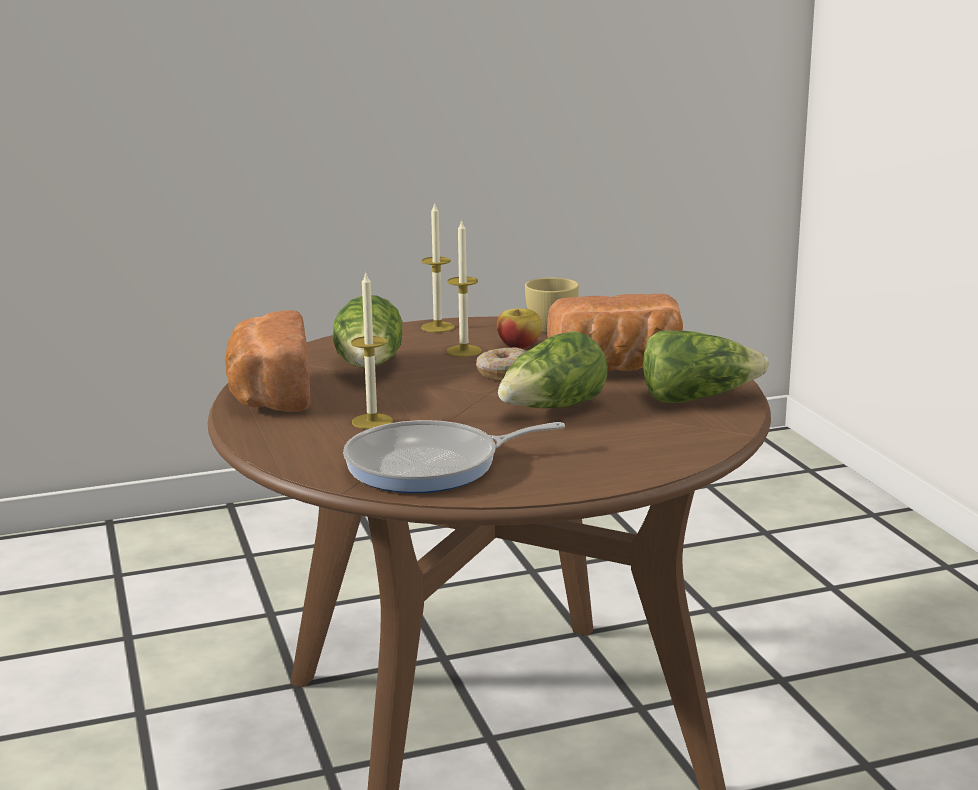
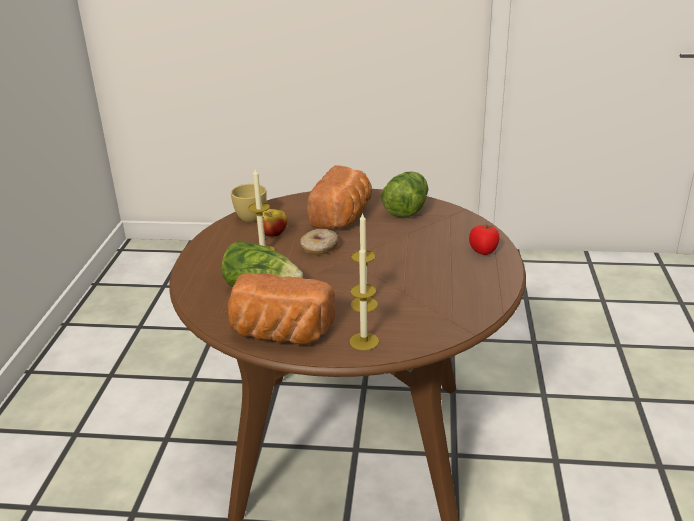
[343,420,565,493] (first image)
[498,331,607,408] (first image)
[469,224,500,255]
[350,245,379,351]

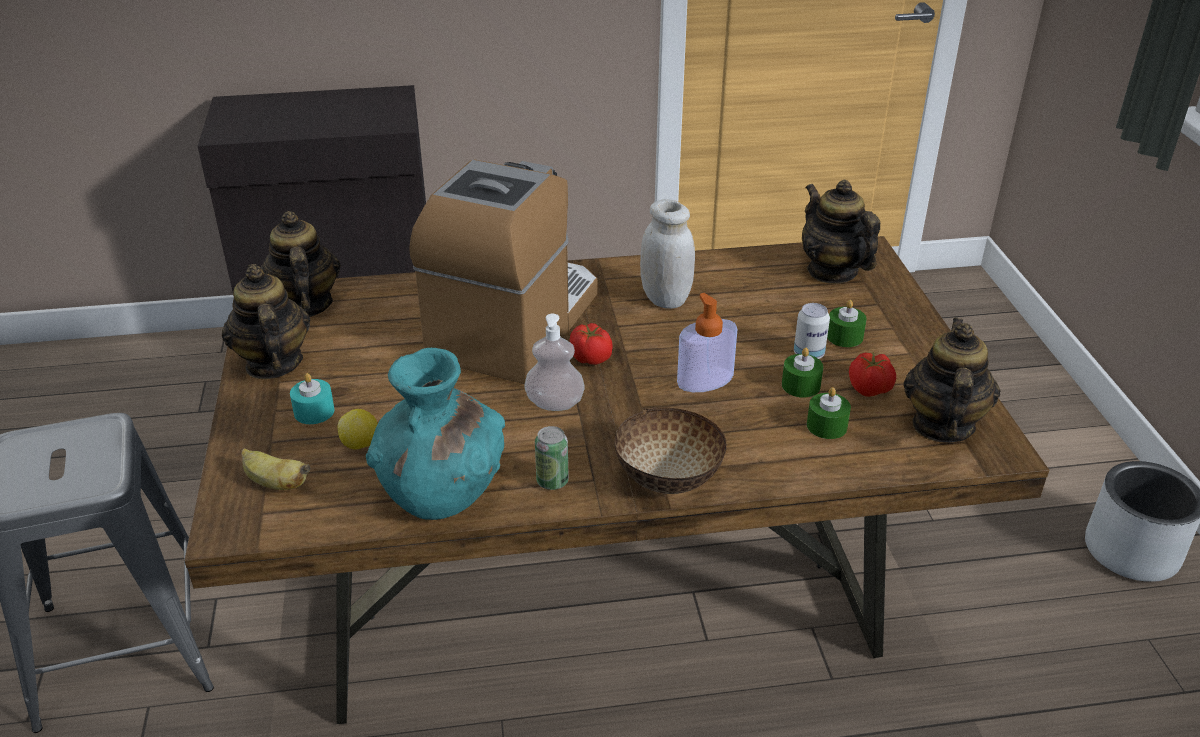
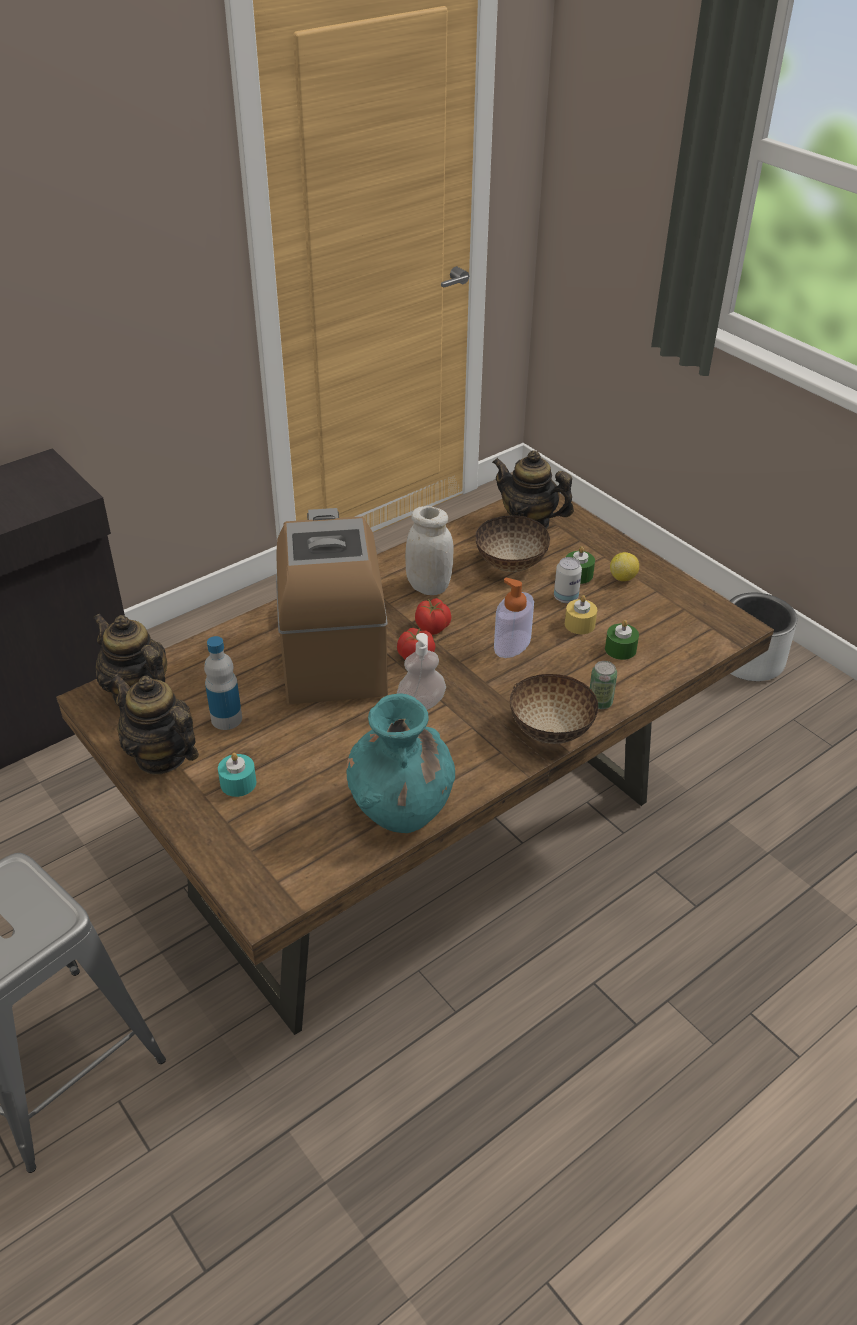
[241,448,311,490] (first image)
[904,318,1001,443] (first image)
[204,636,242,730]
[475,515,550,572]
[610,552,639,581]
[590,661,617,709]
[415,598,451,635]
[565,595,597,634]

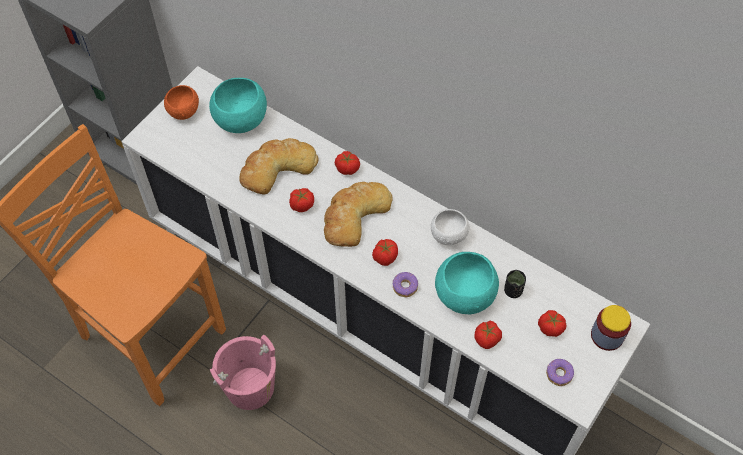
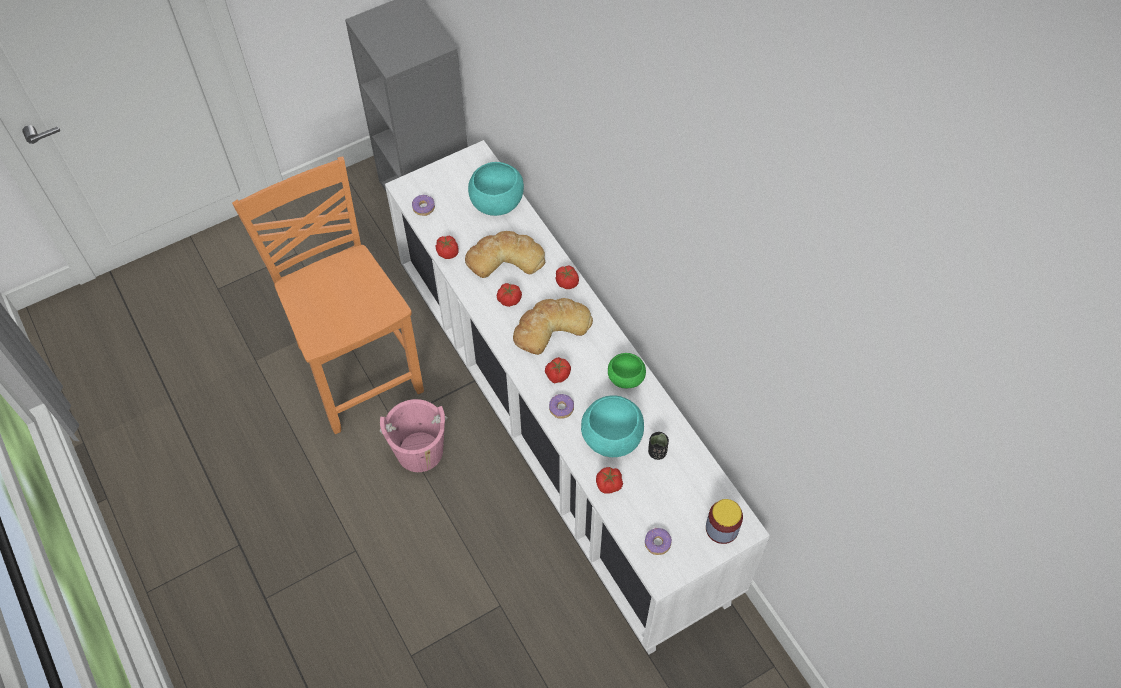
[164,85,199,120] (first image)
[412,195,435,216]
[436,236,459,259]
[608,353,646,388]

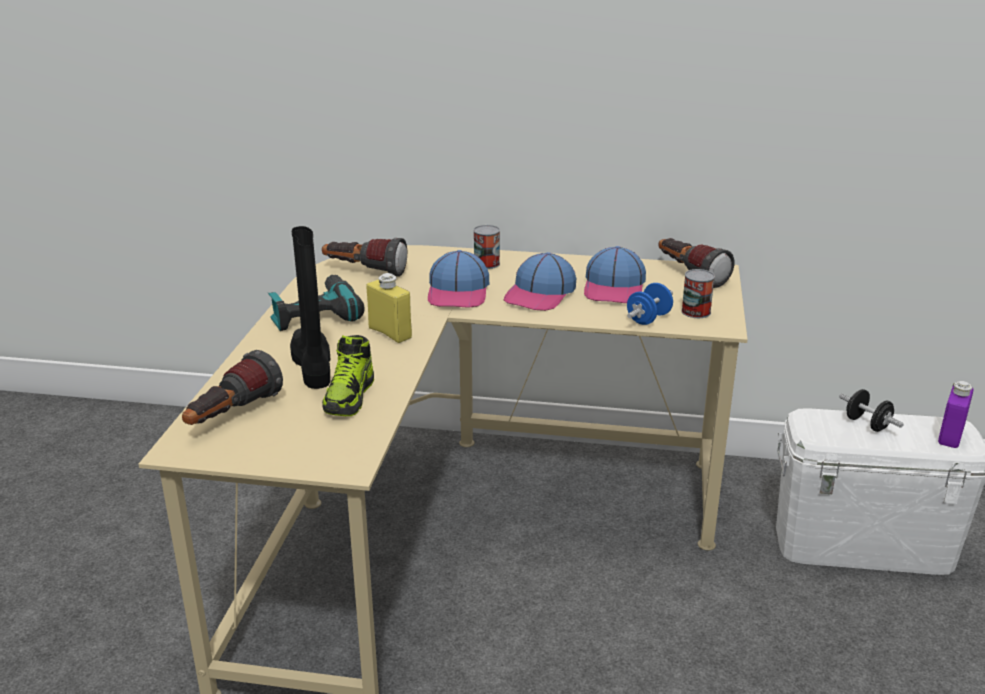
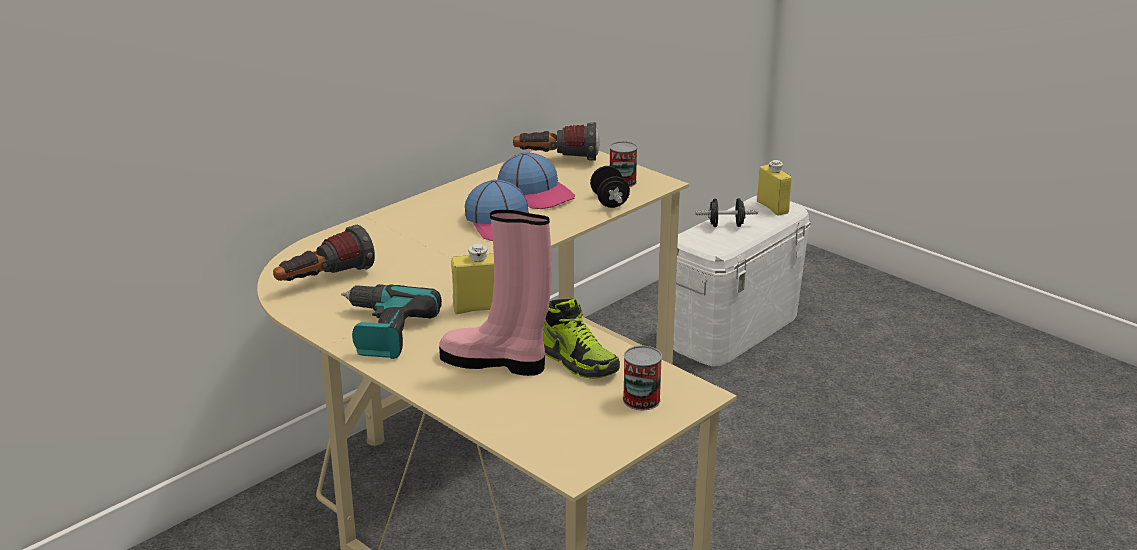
[182,350,283,425] (first image)
[428,250,489,308] (first image)
[623,346,662,410]
[439,210,552,376]
[590,166,630,208]
[757,160,792,216]

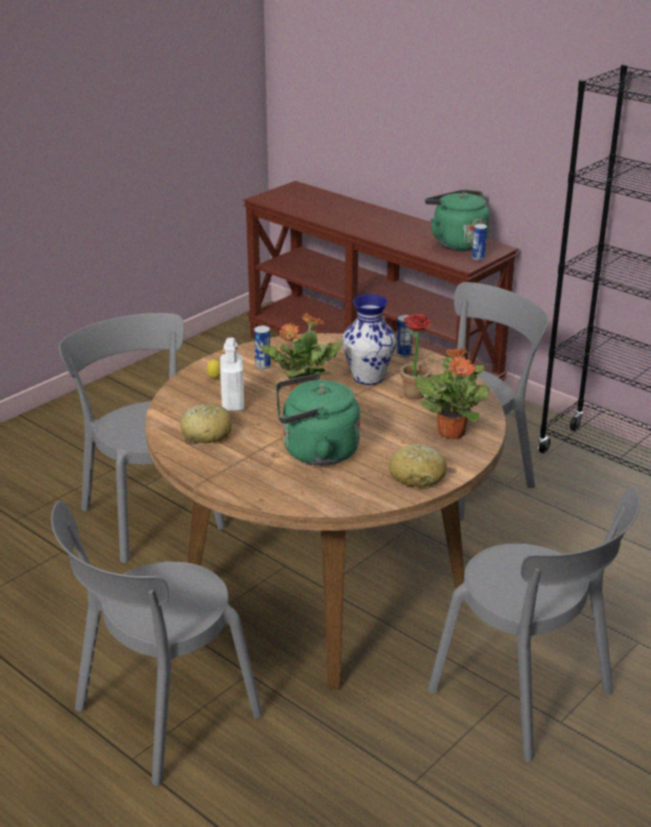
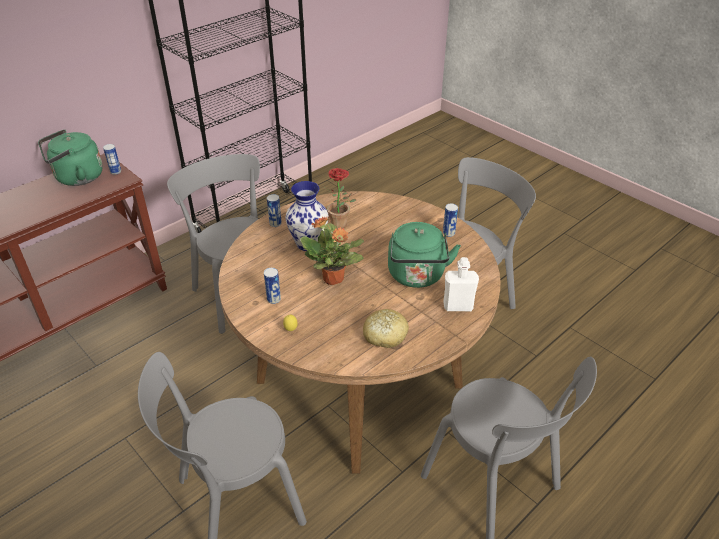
[415,348,489,439] (first image)
[443,257,479,311]
[443,203,458,237]

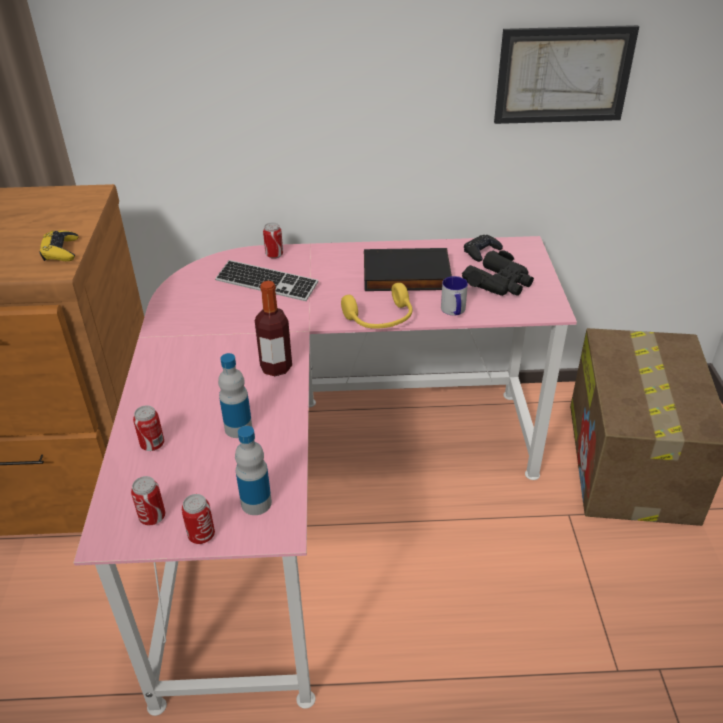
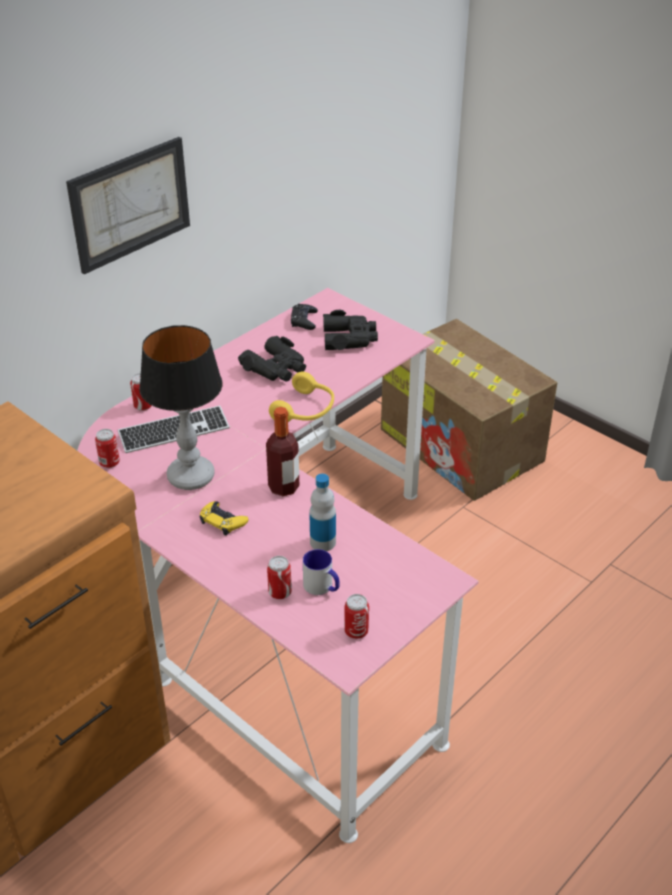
[235,426,272,515] (first image)
[139,325,223,490]
[199,501,248,536]
[95,429,120,468]
[303,549,340,595]
[66,137,190,274]
[238,336,306,382]

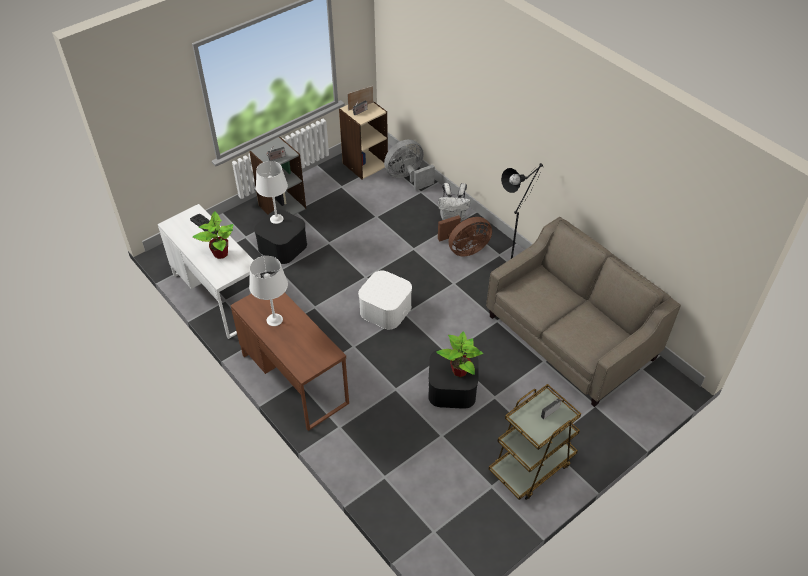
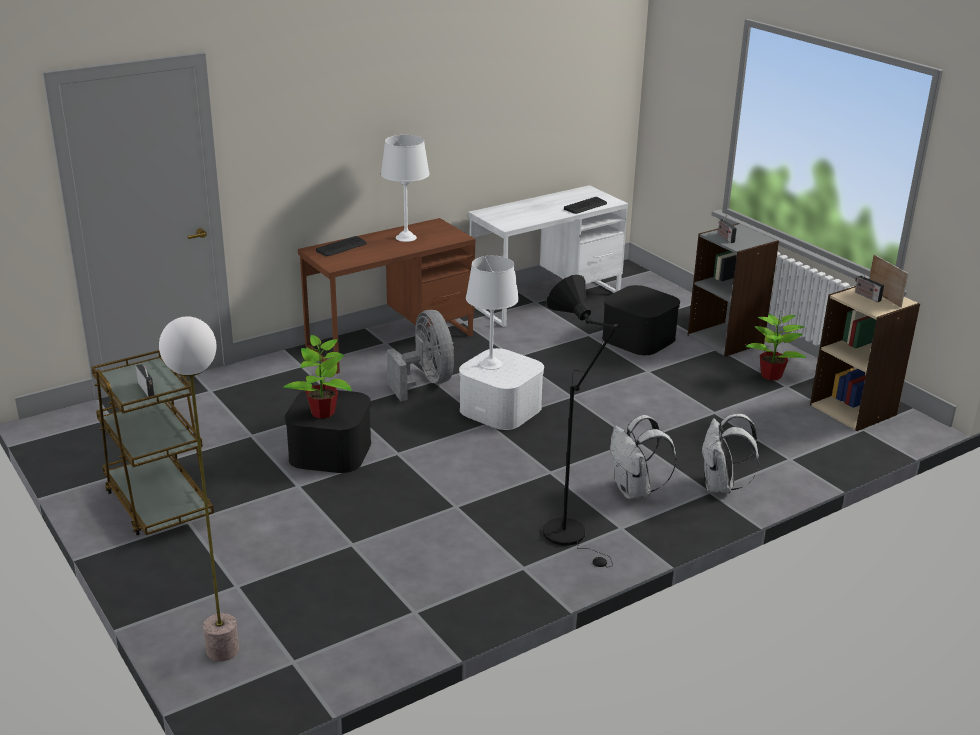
[486,217,681,407] (first image)
[159,316,239,662]
[316,236,367,256]
[746,314,806,380]
[466,256,519,370]
[387,310,454,401]
[610,415,677,499]

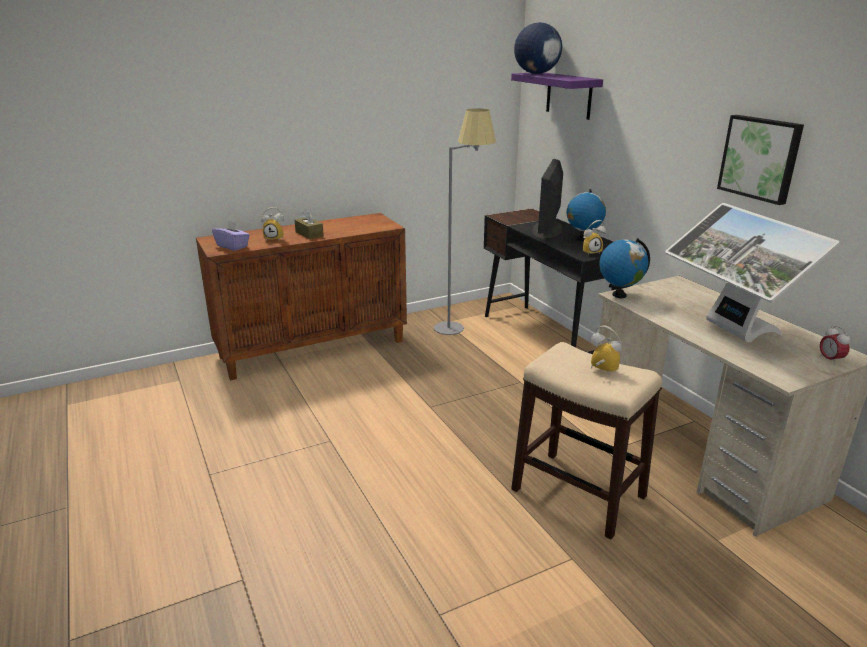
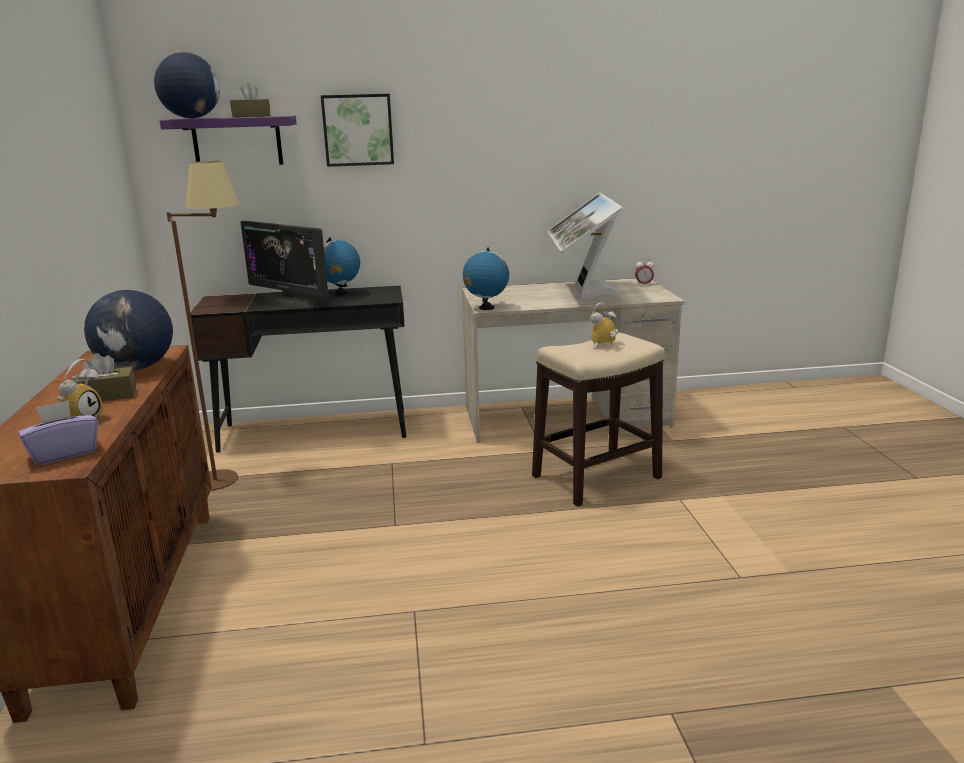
[583,220,606,256] (first image)
[84,290,173,370]
[230,83,271,117]
[321,94,394,167]
[167,161,240,490]
[547,193,623,301]

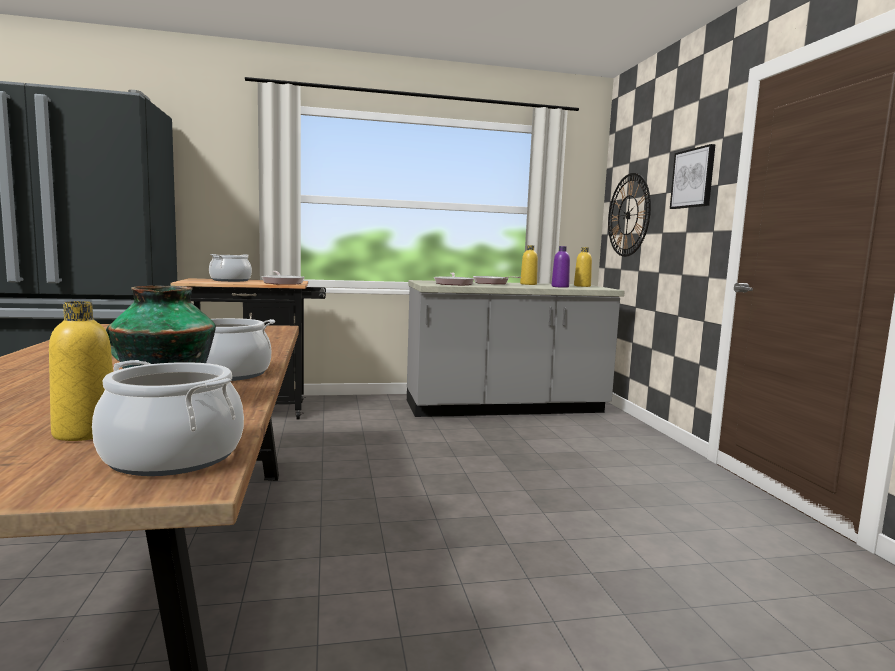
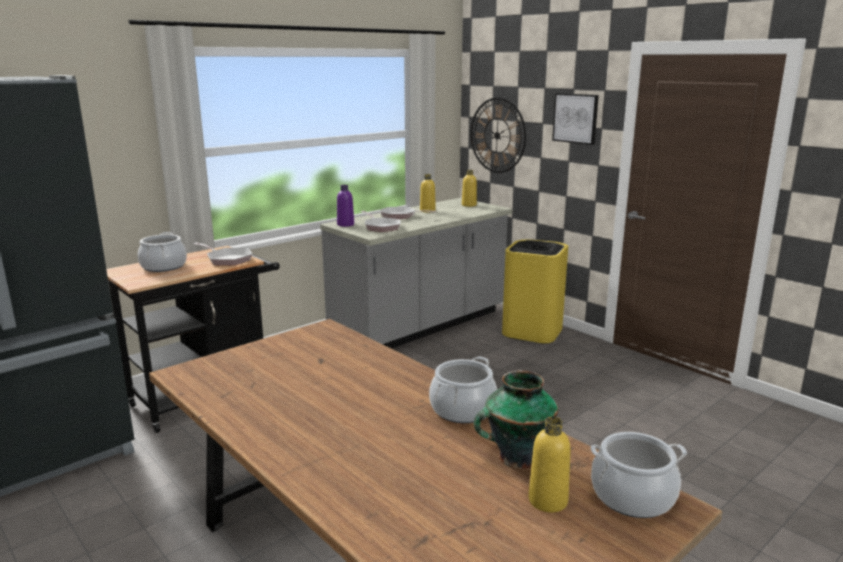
[502,239,568,344]
[337,185,354,227]

